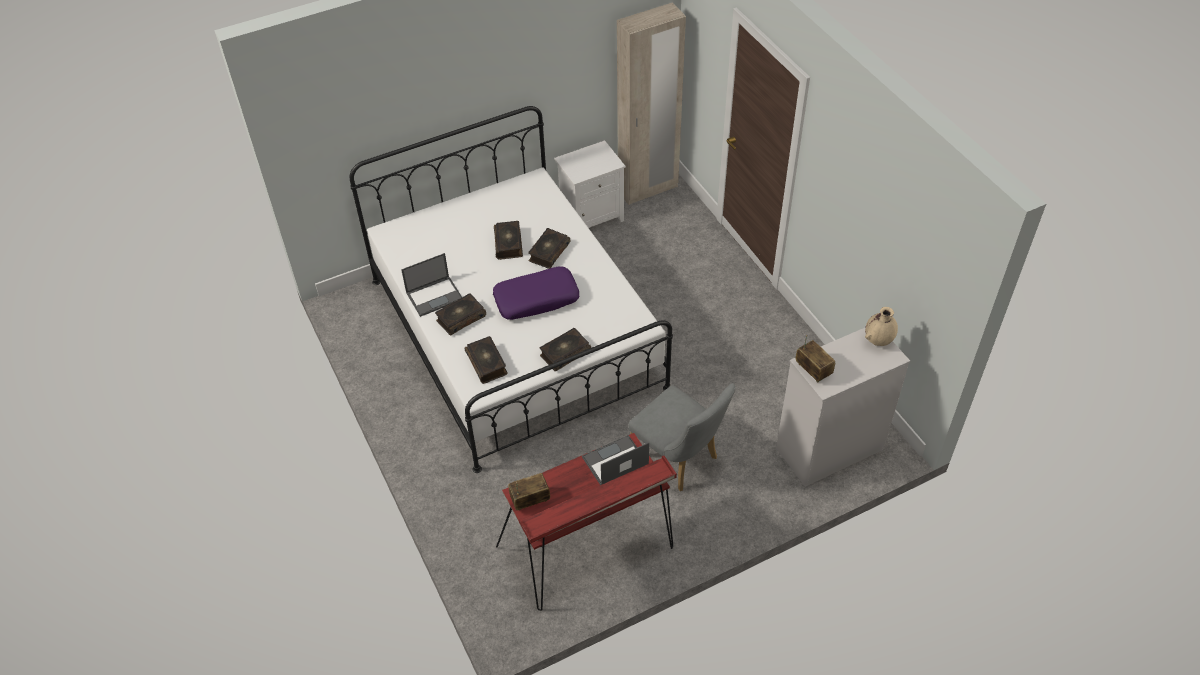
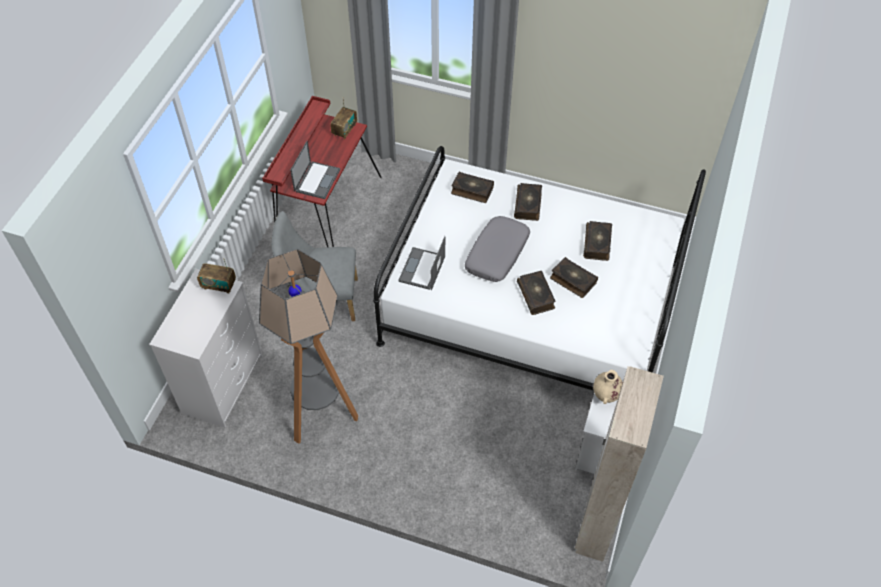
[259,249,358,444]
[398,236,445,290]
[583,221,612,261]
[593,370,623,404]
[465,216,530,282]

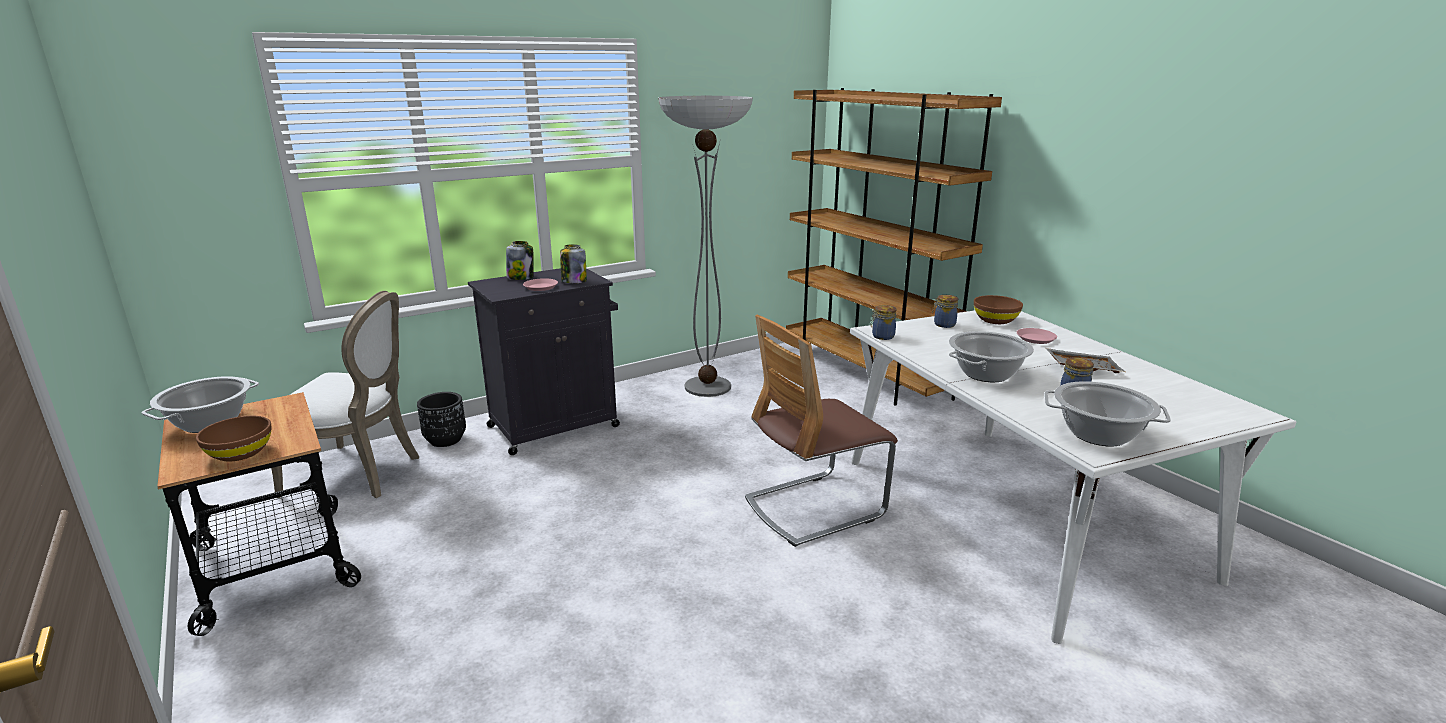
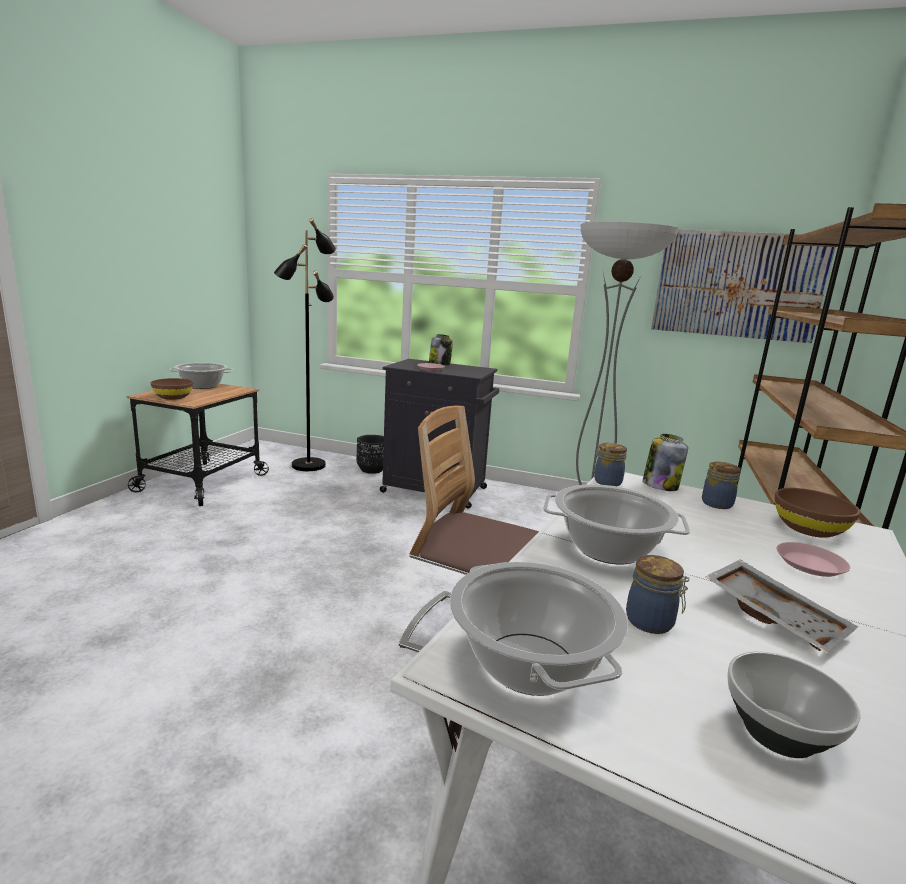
[651,229,835,343]
[727,651,861,758]
[643,434,688,491]
[274,218,336,471]

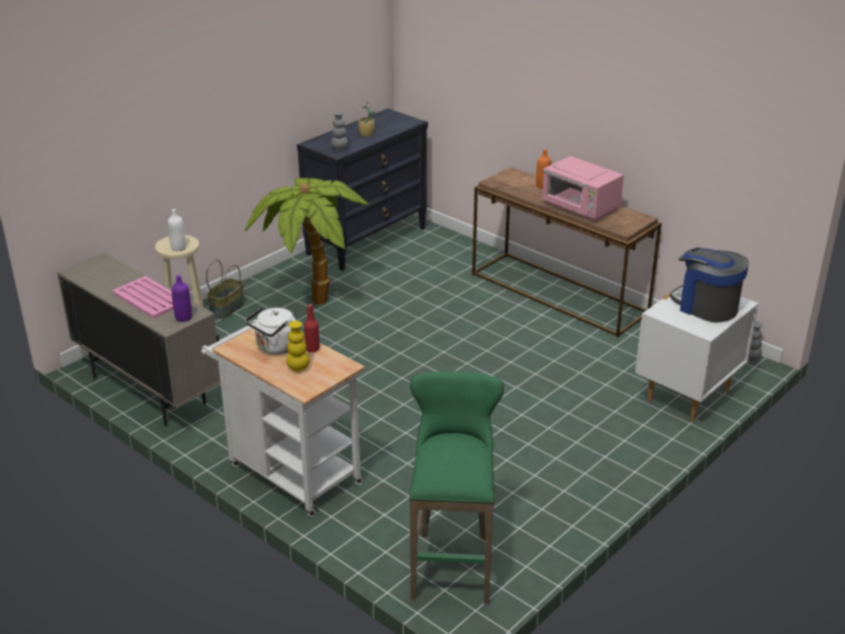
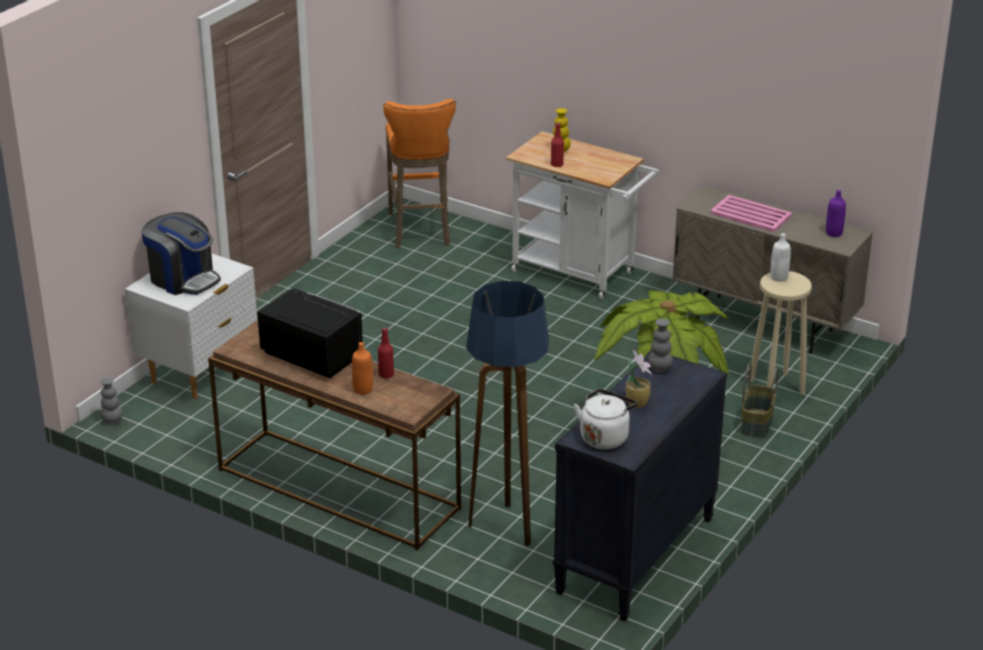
[378,327,394,378]
[466,281,549,546]
[826,190,846,237]
[574,389,637,449]
[383,99,456,248]
[257,288,363,378]

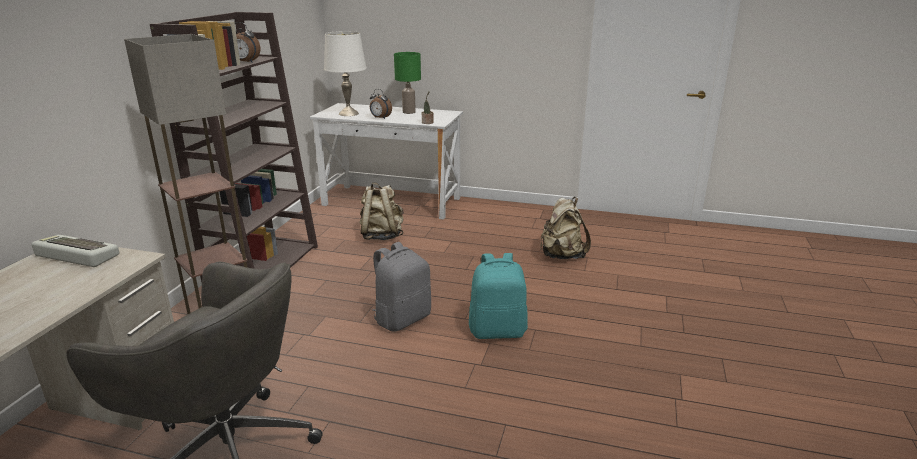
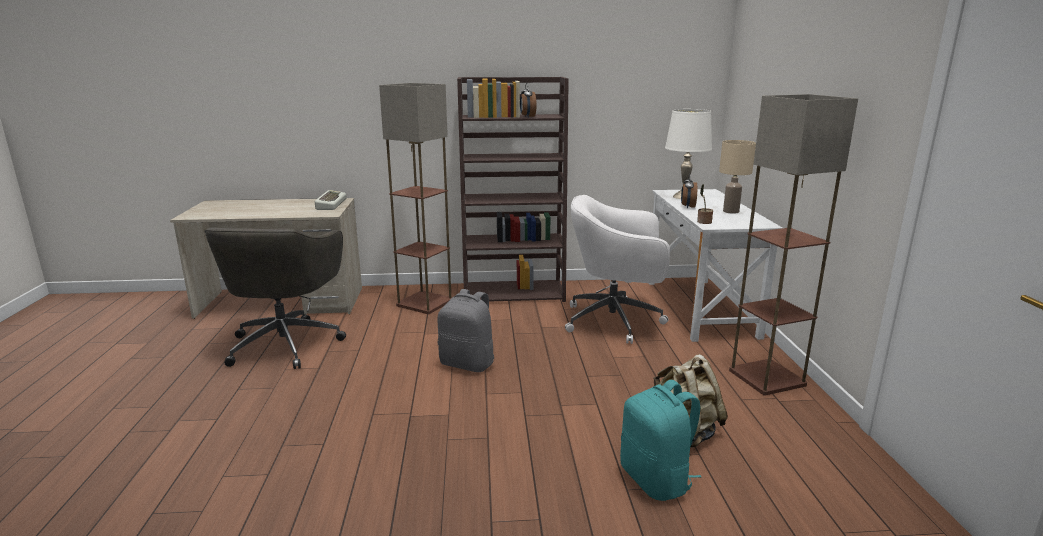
[729,94,858,396]
[620,380,701,501]
[565,195,670,344]
[719,140,756,214]

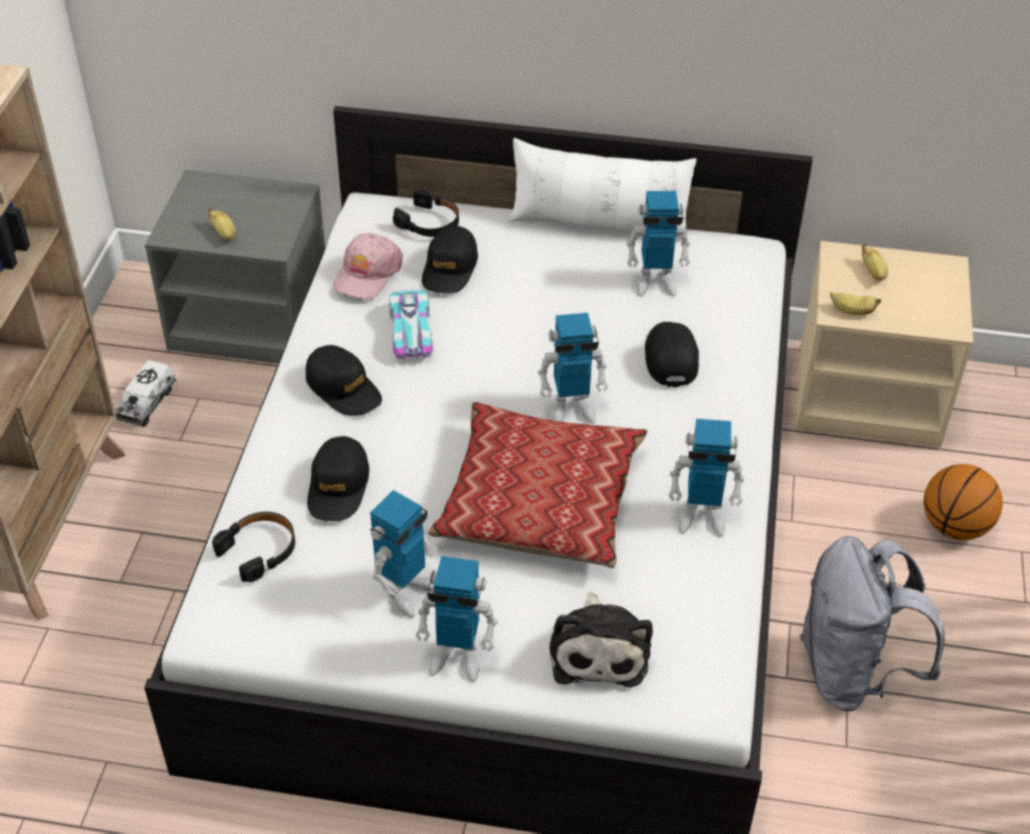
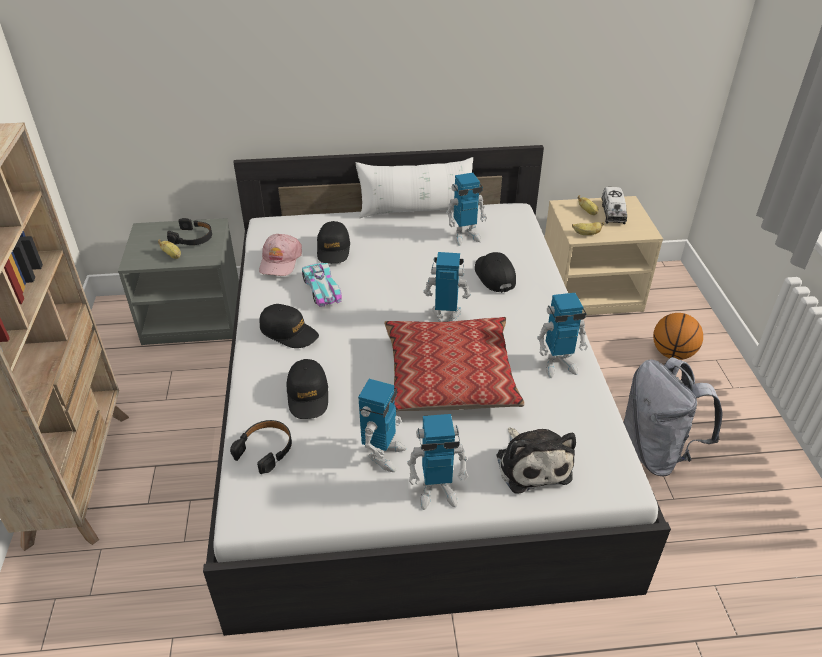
[601,187,627,224]
[167,218,212,245]
[423,252,471,322]

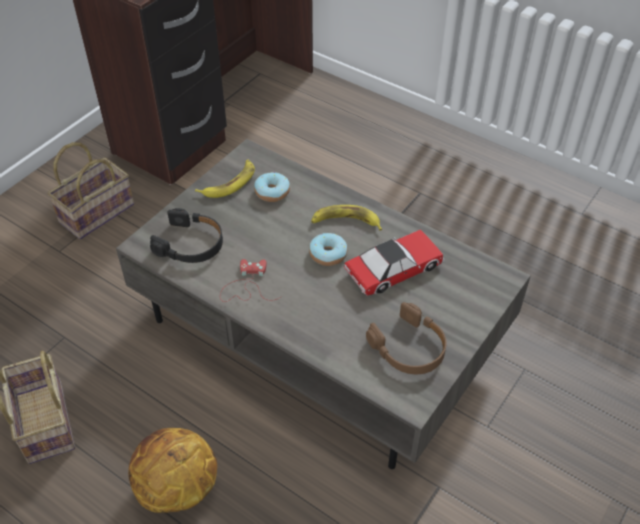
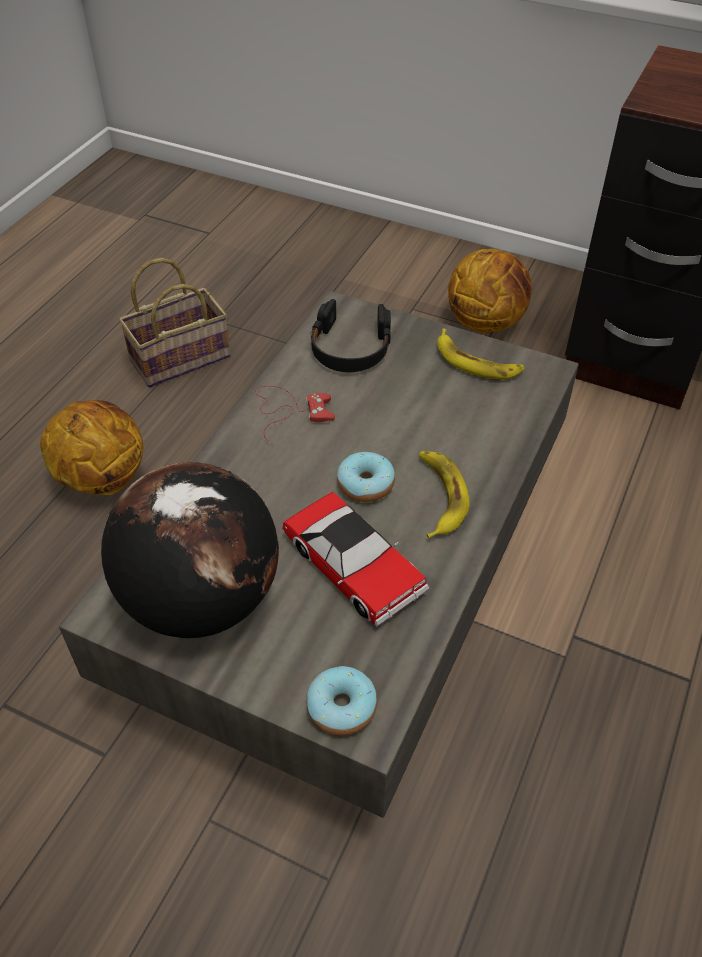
[307,666,377,735]
[448,249,532,333]
[101,462,279,638]

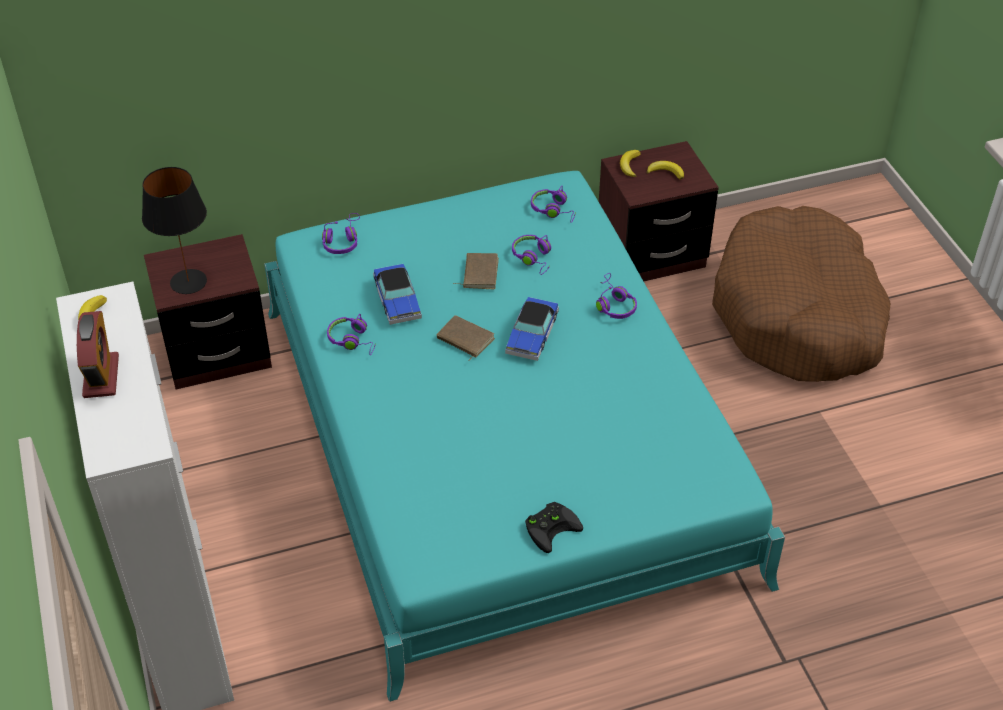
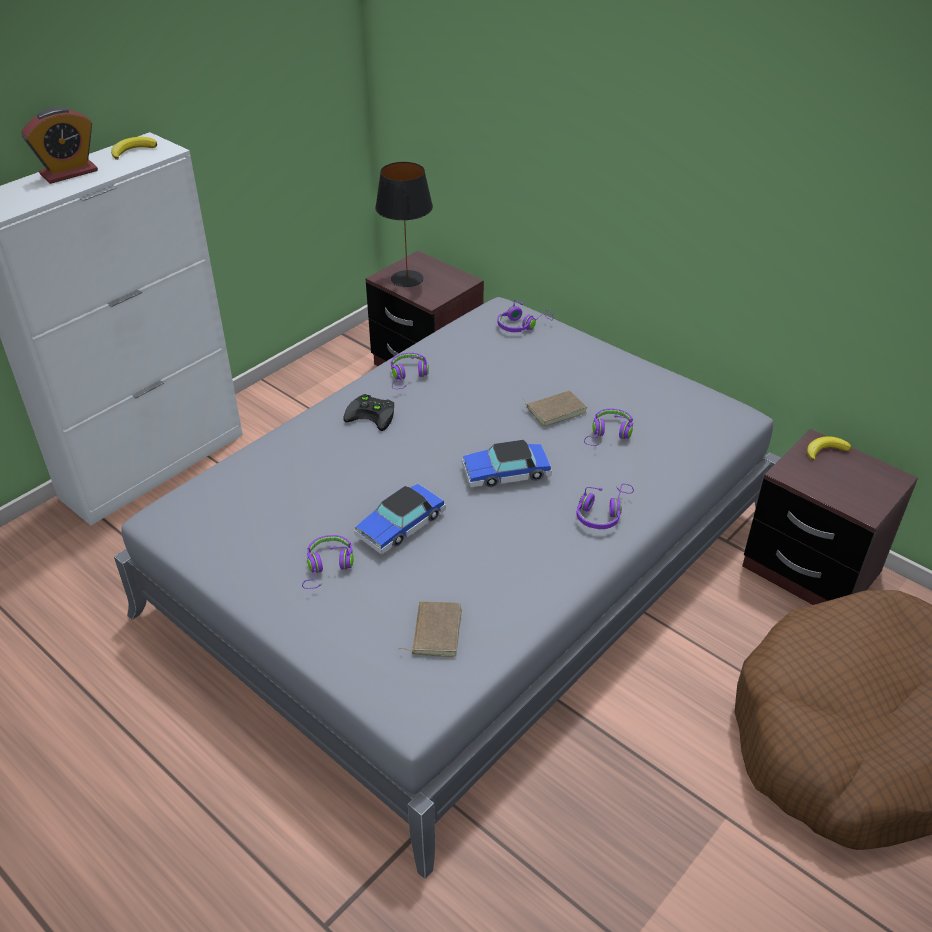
[647,161,684,180] (first image)
[354,484,445,555]
[398,601,462,658]
[343,394,394,431]
[302,535,354,589]
[114,297,781,879]

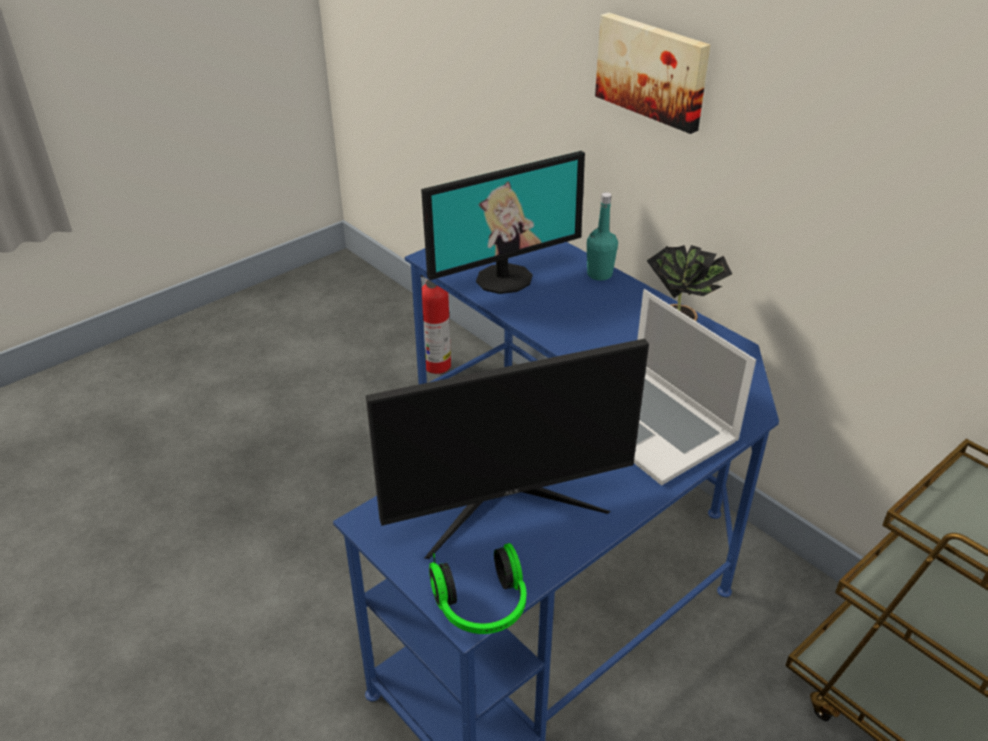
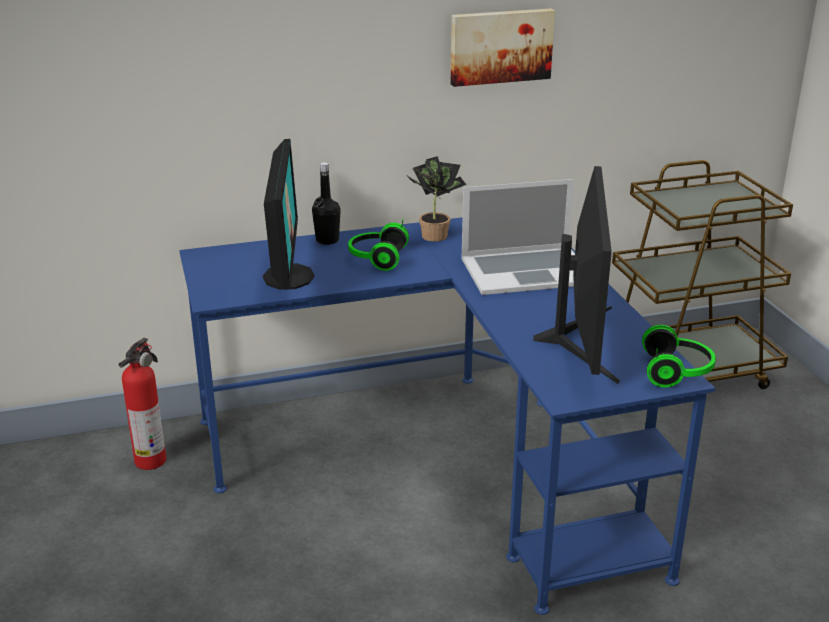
[348,219,409,271]
[451,9,555,87]
[312,162,341,245]

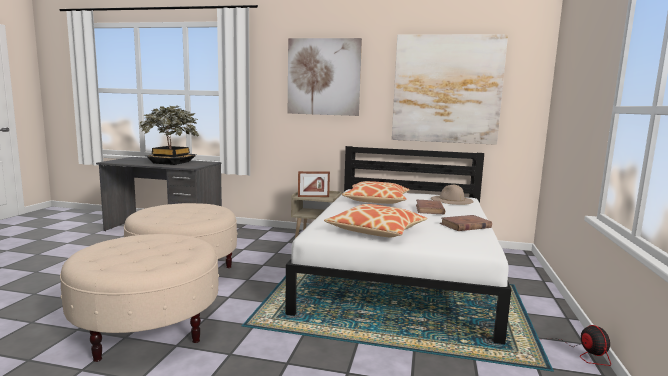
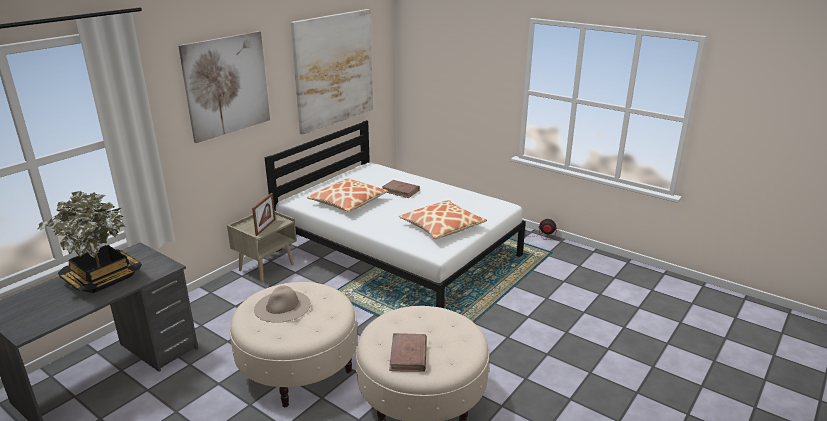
[254,286,311,323]
[389,333,427,372]

